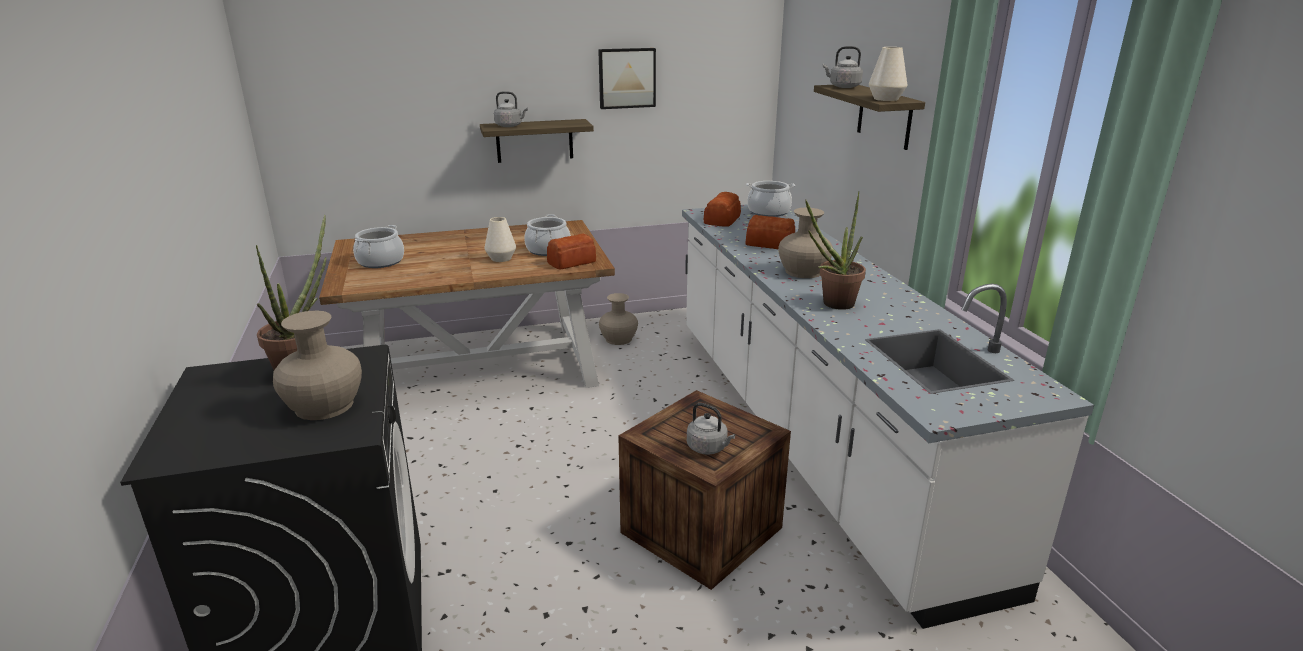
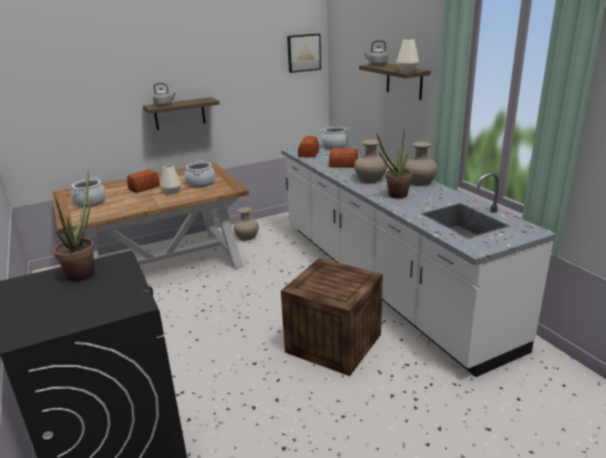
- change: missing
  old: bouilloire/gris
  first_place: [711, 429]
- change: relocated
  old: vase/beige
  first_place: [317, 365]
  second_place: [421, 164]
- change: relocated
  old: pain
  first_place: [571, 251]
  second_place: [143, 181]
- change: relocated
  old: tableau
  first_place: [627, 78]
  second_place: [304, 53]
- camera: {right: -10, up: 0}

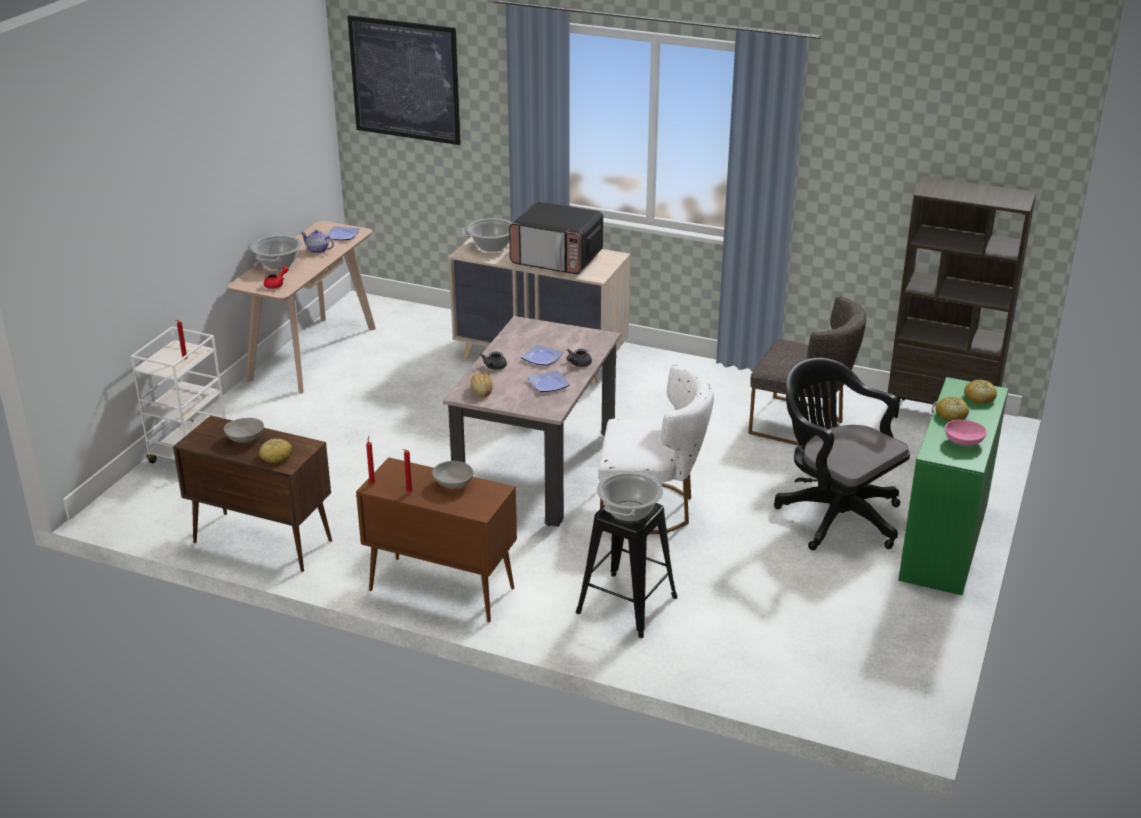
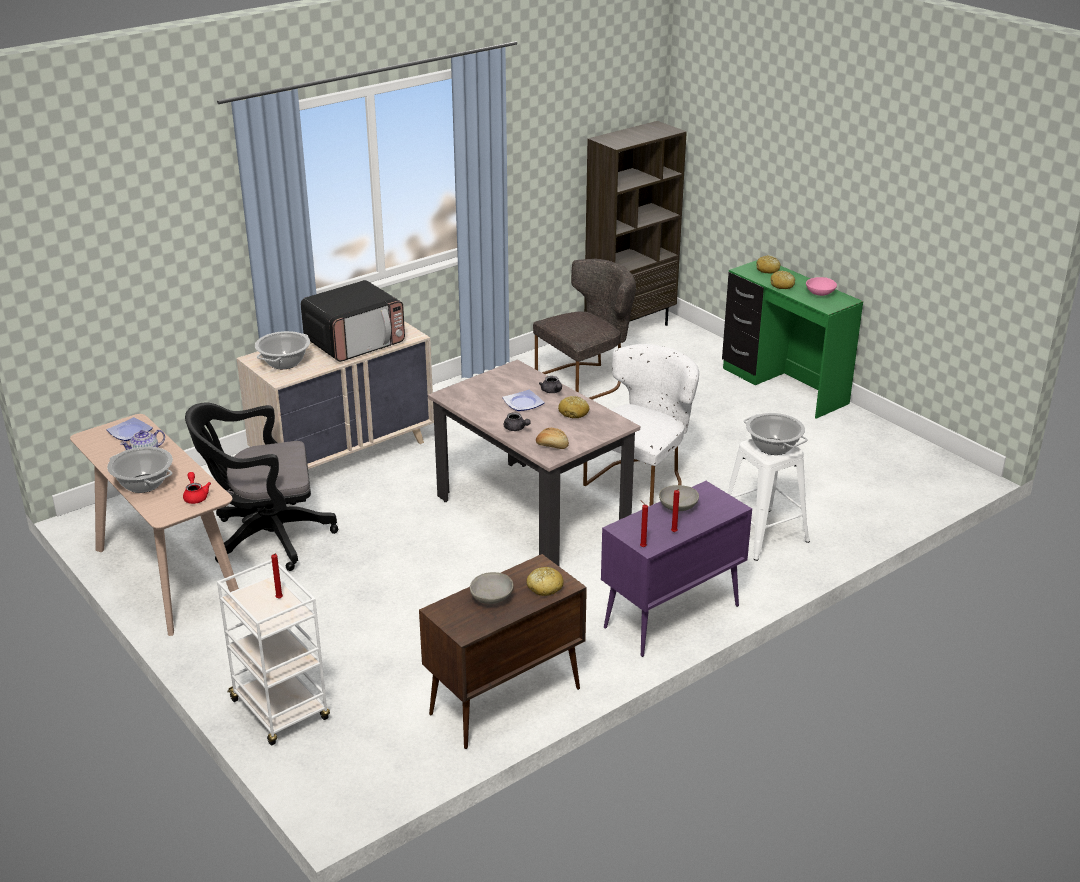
- change: missing
  old: tableau
  first_place: [404, 80]
- change: relocated
  old: chaise de bureau/noir
  first_place: [842, 454]
  second_place: [261, 486]
- change: exchanged
  old: assiette
  new: pain
  first_place: [549, 381]
  second_place: [573, 407]
- change: colour
  old: meuble de rangement/marron
  new: meuble de rangement/violet
  first_place: [436, 540]
  second_place: [676, 569]
- change: colour
  old: tabouret/noir
  new: tabouret/blanc
  first_place: [627, 570]
  second_place: [768, 500]
- camera: {right: -60, up: 0}

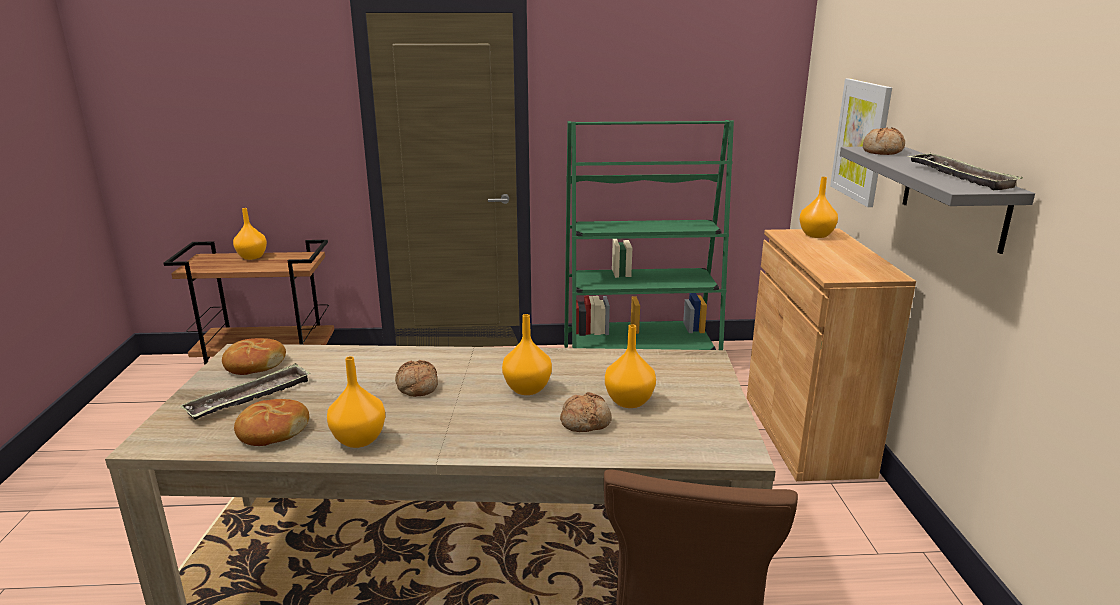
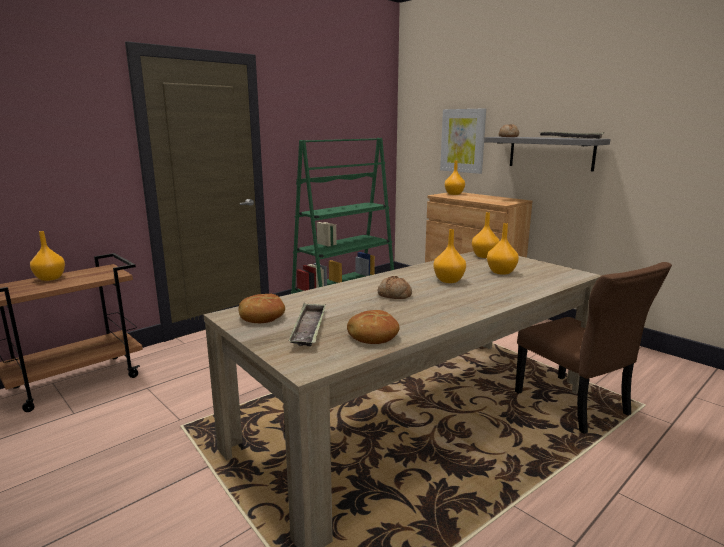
- change: missing
  old: pain
  first_place: [586, 412]
- change: relocated
  old: vase/orange
  first_place: [356, 402]
  second_place: [486, 235]
- camera: {right: -40, up: -5}

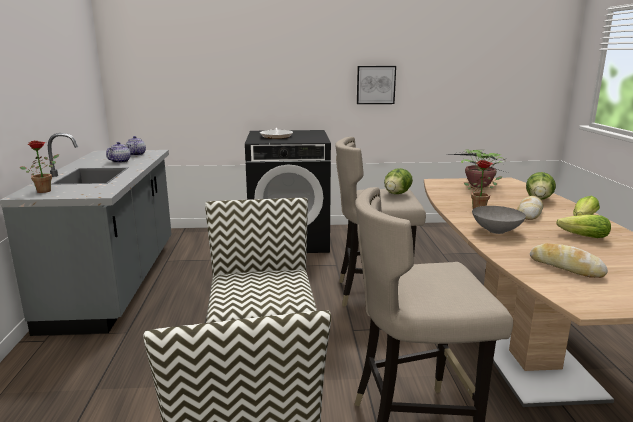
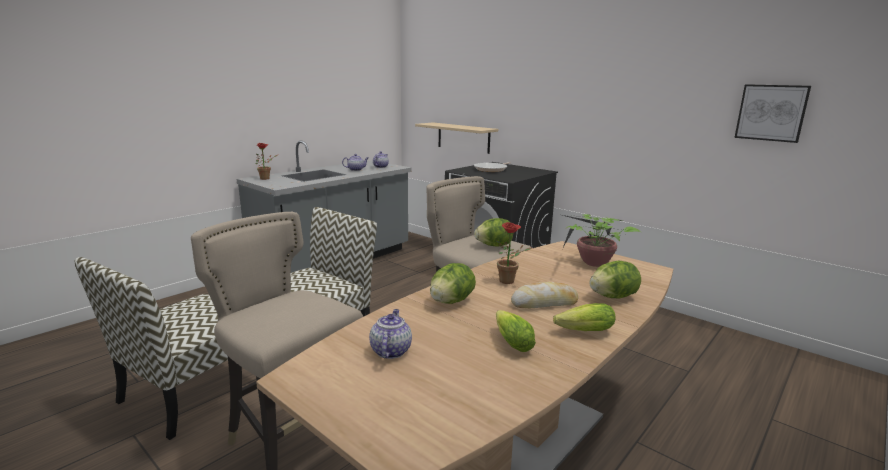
- change: appeared
  new: étagère/beige
  second_place: [456, 138]
- change: relocated
  old: tableau
  first_place: [376, 85]
  second_place: [772, 113]
- change: exchanged
  old: bol/gris
  new: laitue
  first_place: [499, 220]
  second_place: [453, 283]
- change: exchanged
  old: pain
  new: théière
  first_place: [569, 260]
  second_place: [390, 334]
- camera: {right: 45, up: 0}

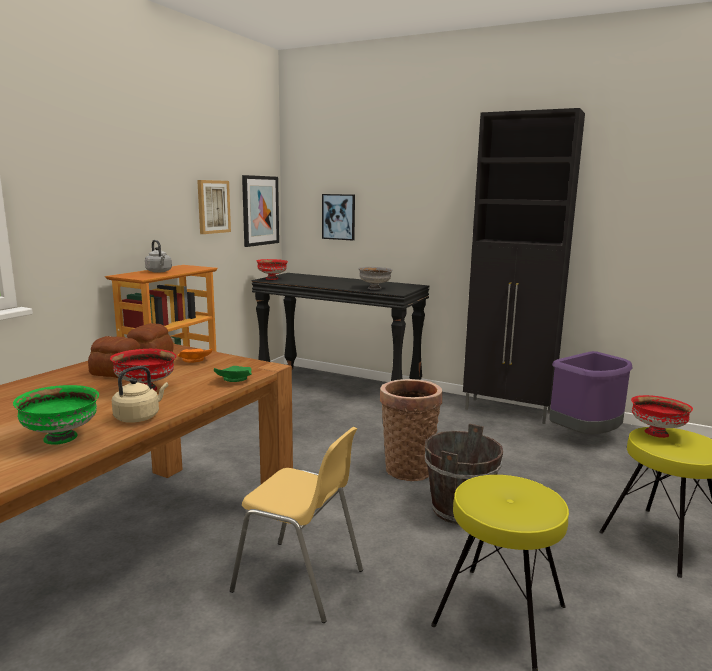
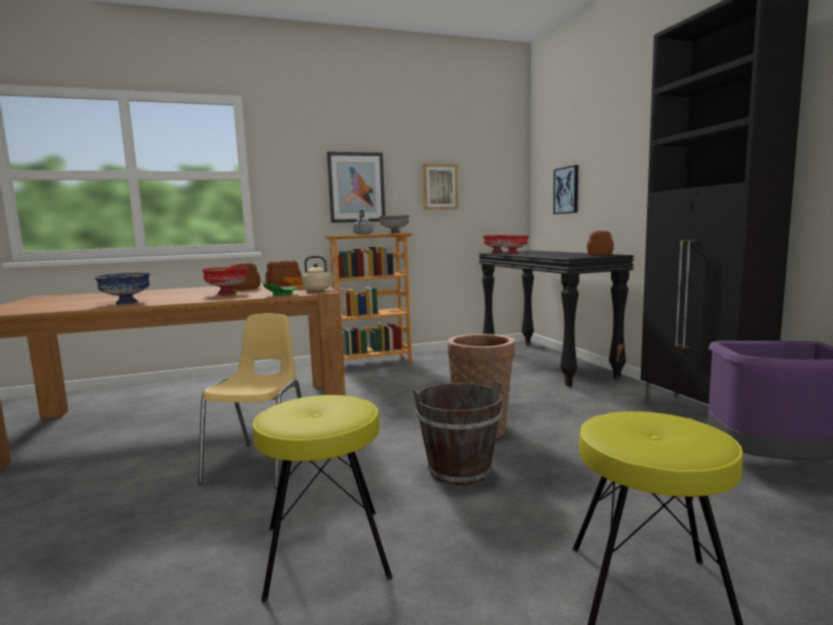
- change: appeared
  new: pain
  second_place: [600, 243]
- change: relocated
  old: bouilloire/beige
  first_place: [140, 394]
  second_place: [320, 273]
- change: relocated
  old: tableau
  first_place: [260, 211]
  second_place: [356, 187]
- change: relocated
  old: bol/gris
  first_place: [375, 278]
  second_place: [394, 224]
- change: relocated
  old: bol/rouge
  first_place: [662, 416]
  second_place: [513, 244]
- change: colour
  old: bol/vert
  new: bol/bleu
  first_place: [56, 415]
  second_place: [122, 288]
- change: spun
  old: chaise/jaune
  first_place: [296, 525]
  second_place: [250, 401]
  degrees: -150
- camera: {right: 45, up: -5}

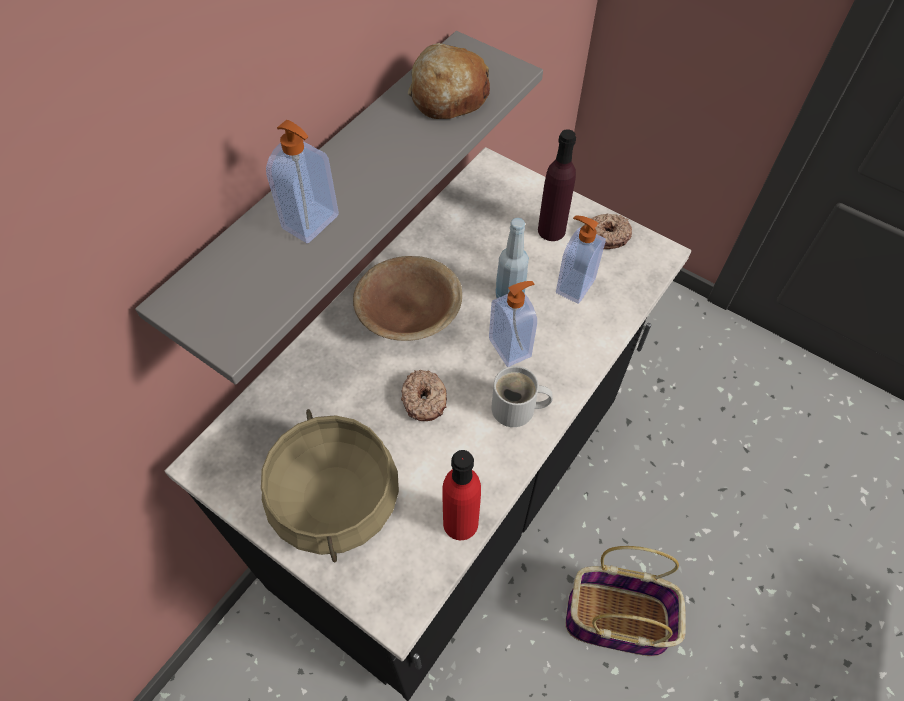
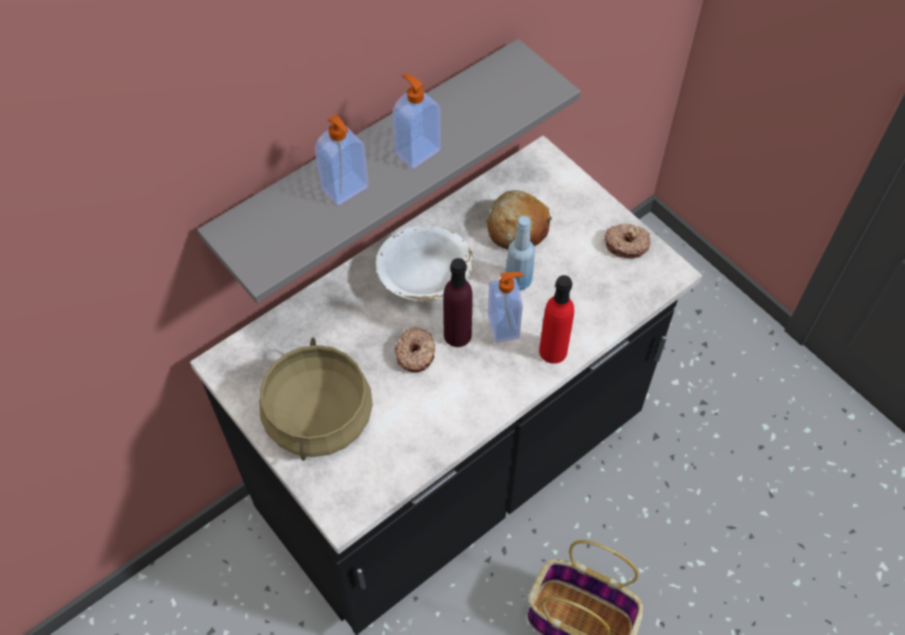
- change: missing
  old: mug/blanc
  first_place: [522, 396]
- change: relocated
  old: pain
  first_place: [449, 81]
  second_place: [519, 220]
- change: relocated
  old: bouteille/rouge
  first_place: [461, 495]
  second_place: [556, 319]
- change: relocated
  old: bouteille/violet
  first_place: [557, 185]
  second_place: [458, 302]
- change: relocated
  old: distributeur de savon
  first_place: [581, 260]
  second_place: [416, 121]
- change: colour
  old: bol/marron
  new: bol/blanc
  first_place: [407, 298]
  second_place: [425, 263]
- camera: {right: 15, up: 0}

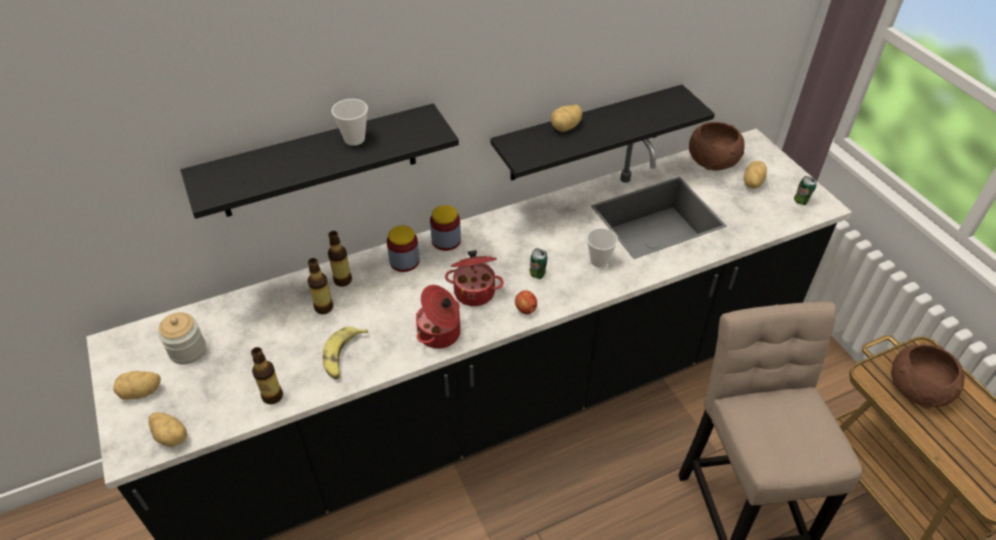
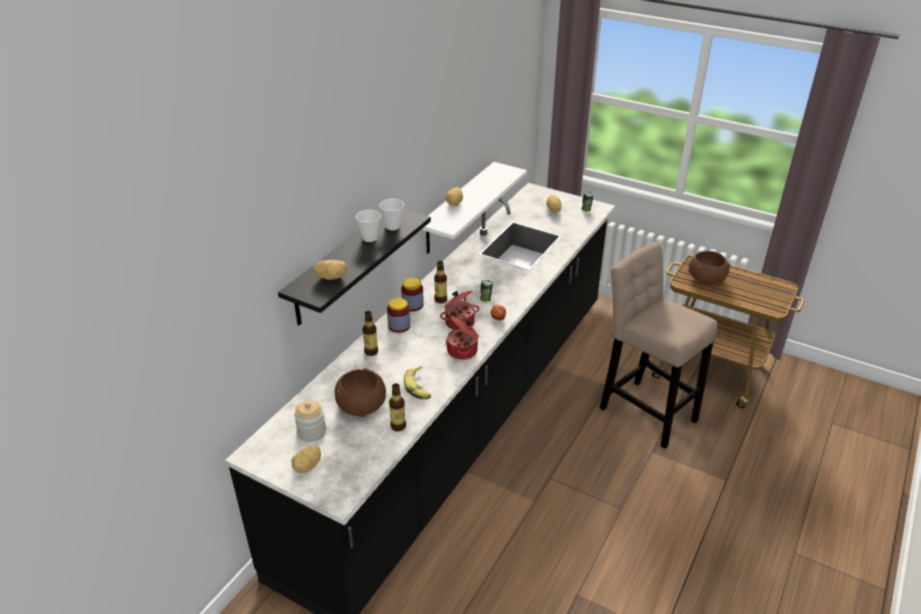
- change: relocated
  old: pomme de terre
  first_place: [167, 429]
  second_place: [330, 270]
- change: relocated
  old: bouteille
  first_place: [320, 286]
  second_place: [440, 282]
- change: relocated
  old: tasse
  first_place: [602, 248]
  second_place: [391, 214]
- change: relocated
  old: bol/marron
  first_place: [717, 146]
  second_place: [360, 392]
- change: colour
  old: étagère/noir
  new: étagère/blanc
  first_place: [602, 133]
  second_place: [474, 208]
- camera: {right: -35, up: -10}

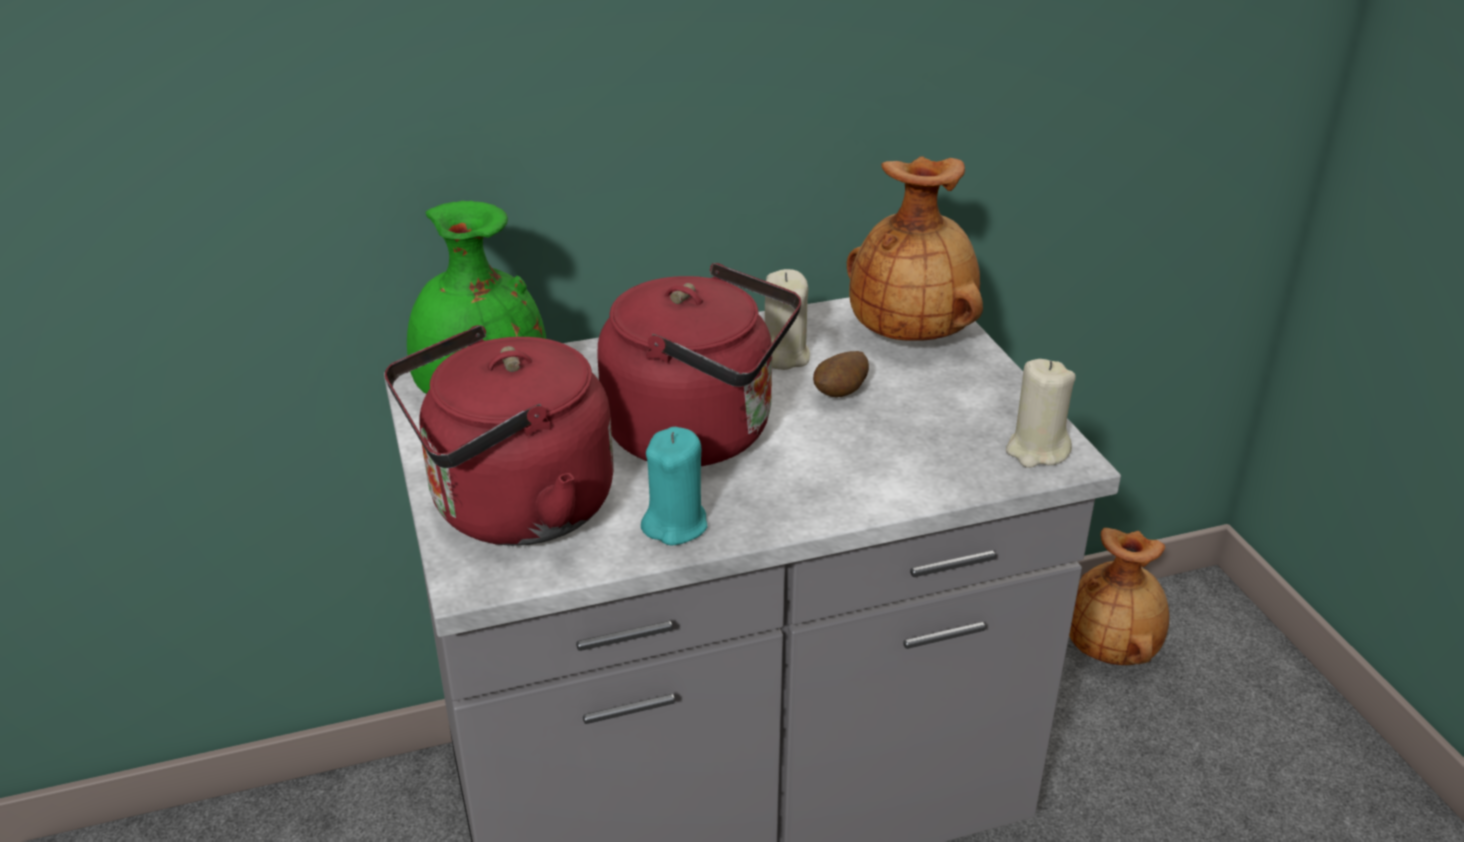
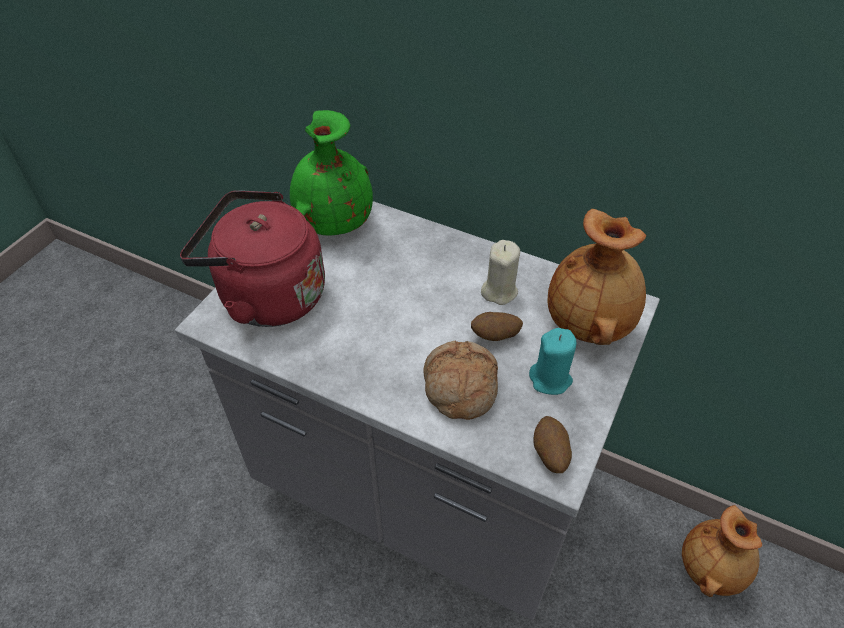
- change: missing
  old: bouilloire/rouge
  first_place: [699, 364]
- change: appeared
  new: pain
  second_place: [461, 380]
- change: relocated
  old: bougie/turquoise
  first_place: [674, 486]
  second_place: [552, 361]
- change: exchanged
  old: bougie/beige
  new: pomme de terre
  first_place: [1041, 413]
  second_place: [552, 444]
- camera: {right: 45, up: 15}

